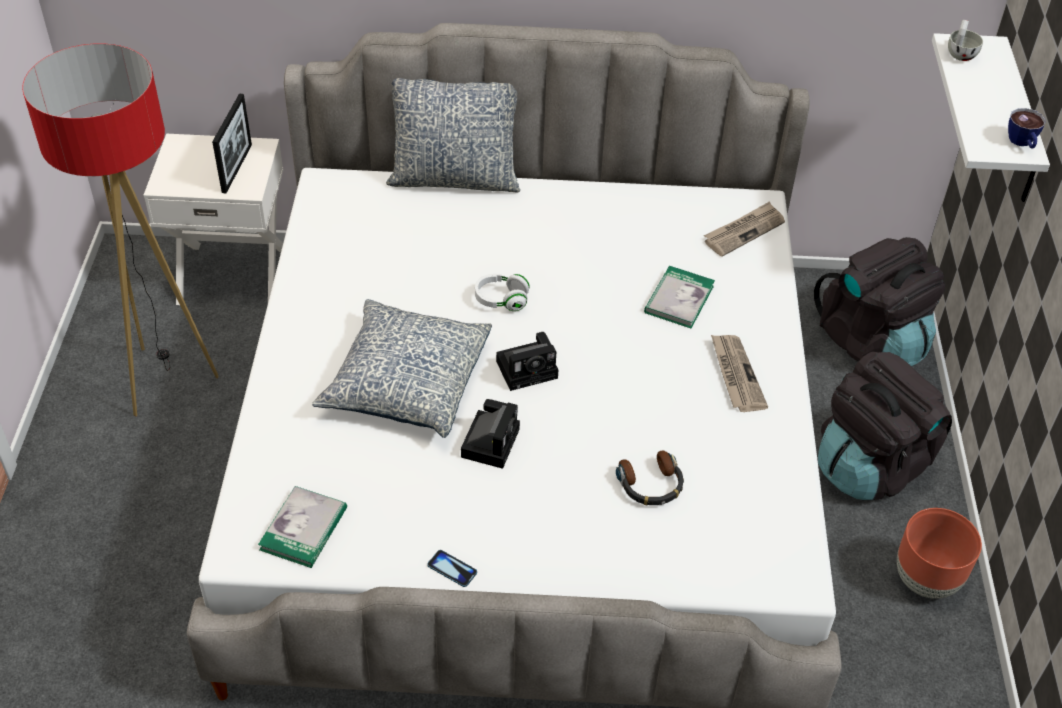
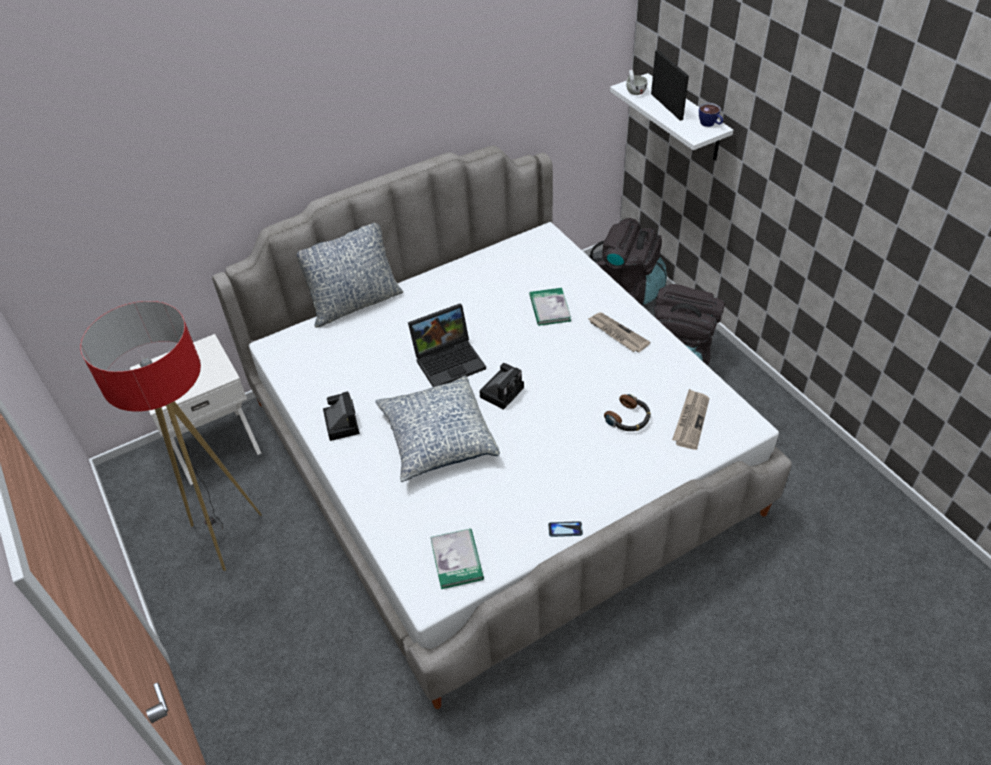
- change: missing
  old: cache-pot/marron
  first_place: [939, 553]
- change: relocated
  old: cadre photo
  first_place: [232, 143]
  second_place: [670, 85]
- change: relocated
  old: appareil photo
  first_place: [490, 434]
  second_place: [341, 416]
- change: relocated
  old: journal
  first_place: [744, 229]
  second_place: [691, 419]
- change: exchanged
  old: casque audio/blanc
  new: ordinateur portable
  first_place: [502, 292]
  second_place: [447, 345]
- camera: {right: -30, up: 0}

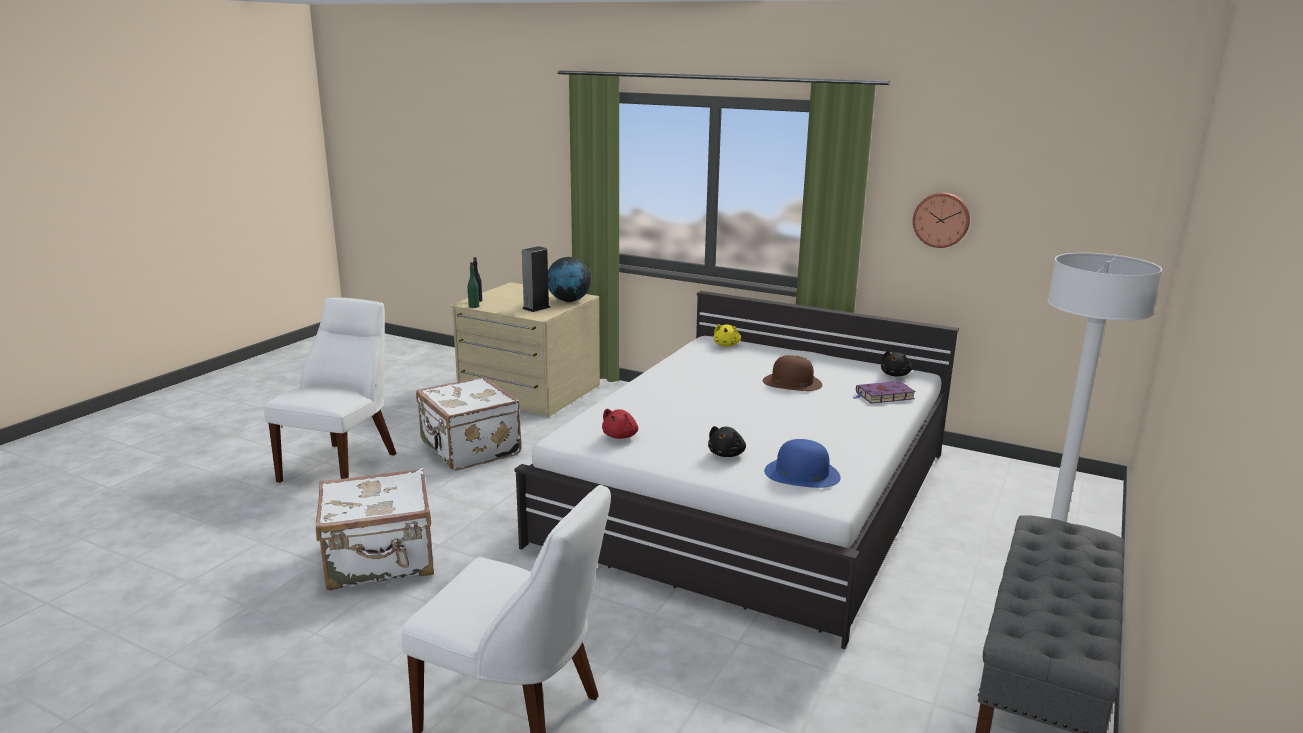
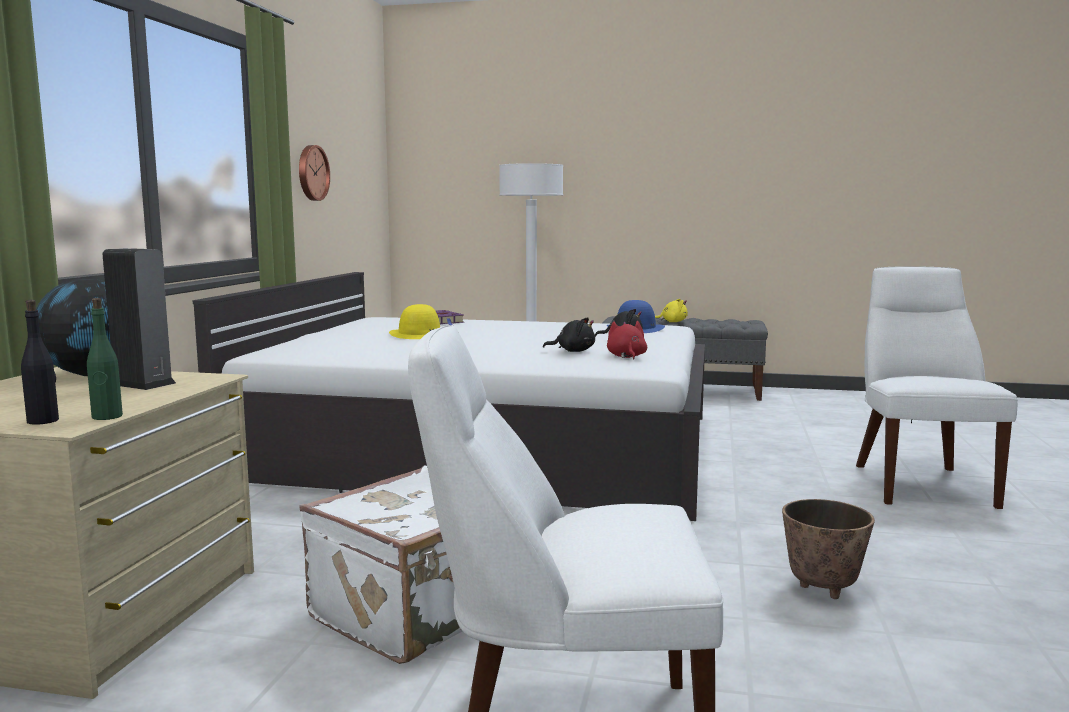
- change: relocated
  old: peluche/jaune
  first_place: [727, 335]
  second_place: [671, 310]
- change: relocated
  old: peluche/noir
  first_place: [896, 363]
  second_place: [569, 334]
- change: exchanged
  old: valise/blanc
  new: cache-pot
  first_place: [375, 529]
  second_place: [828, 549]
- change: colour
  old: chapeau/marron
  new: chapeau/jaune
  first_place: [792, 373]
  second_place: [414, 321]
- change: spun
  old: peluche/rouge
  first_place: [620, 424]
  second_place: [627, 340]
  degrees: -105
- camera: {right: -105, up: -10}

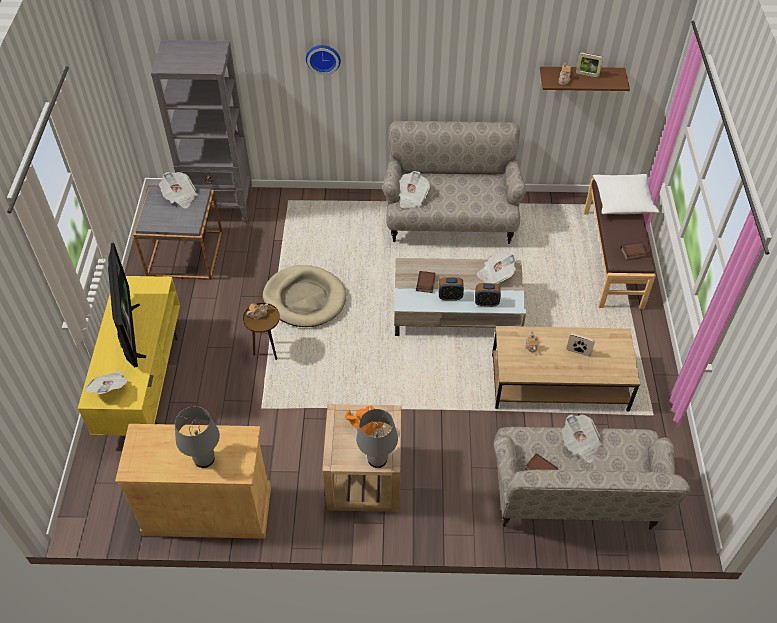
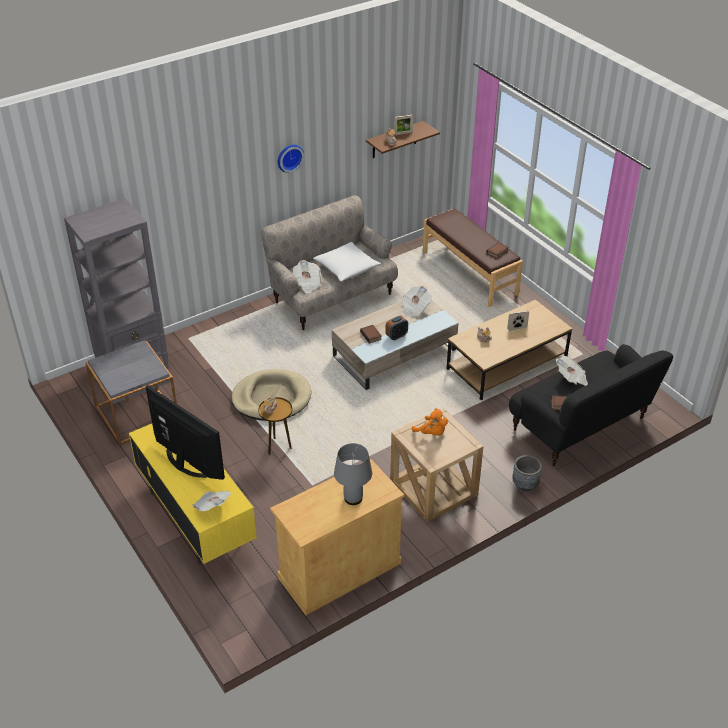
- change: missing
  old: journal
  first_place: [178, 190]
- change: missing
  old: lampe de table/gris
  first_place: [377, 438]
- change: missing
  old: réveil
  first_place: [488, 295]
- change: appeared
  new: cache-pot/gris
  second_place: [527, 473]
- change: relocated
  old: horloge murale
  first_place: [323, 60]
  second_place: [291, 159]
- change: relocated
  old: coussin/blanc
  first_place: [626, 194]
  second_place: [347, 262]
- change: colour
  old: canapé/beige
  new: canapé/noir
  first_place: [592, 478]
  second_place: [591, 405]
- camera: {right: -35, up: -10}

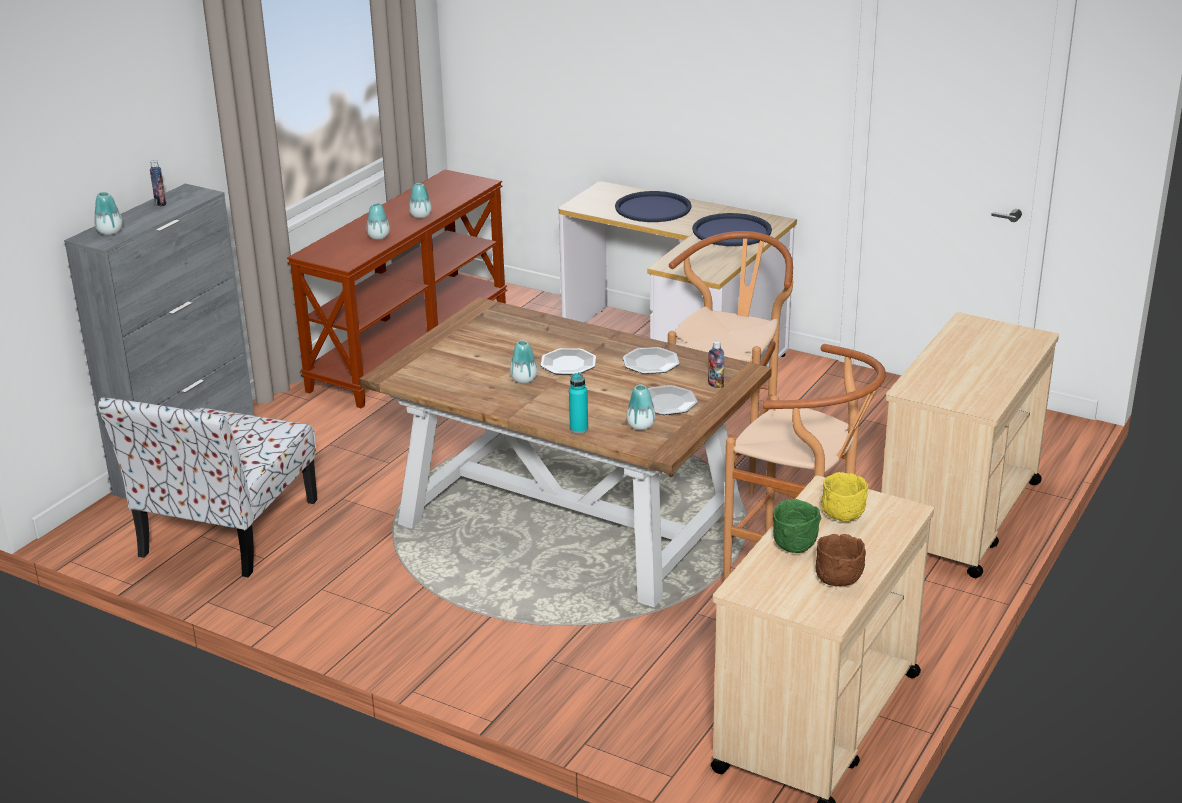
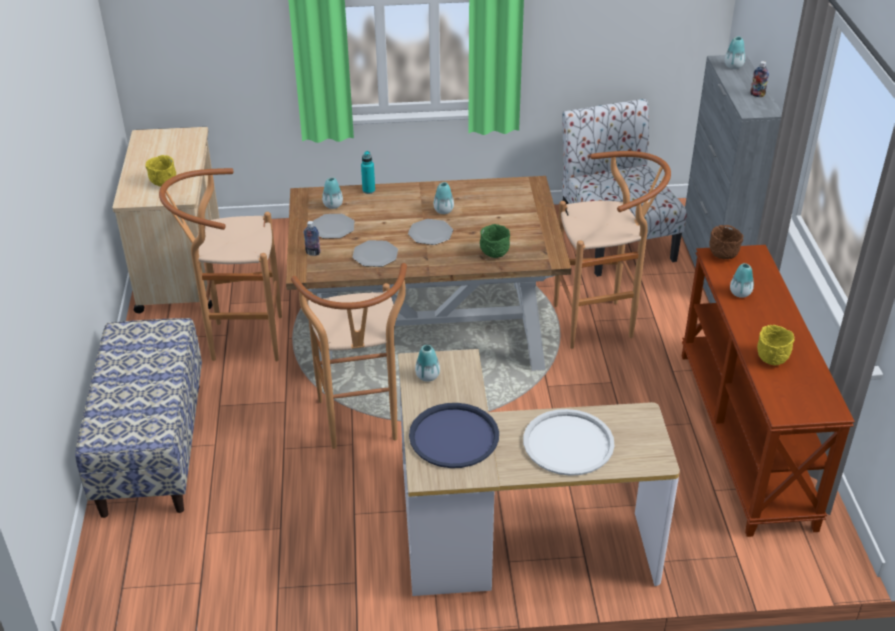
- change: appeared
  new: tabouret/marron
  second_place: [612, 250]
- change: appeared
  new: bol/jaune
  second_place: [776, 345]
- change: relocated
  old: vase
  first_place: [420, 200]
  second_place: [427, 363]
- change: relocated
  old: bol/vert
  first_place: [797, 526]
  second_place: [495, 241]
- change: relocated
  old: bol/marron
  first_place: [840, 560]
  second_place: [726, 242]
- change: exchanged
  old: chariot/beige
  new: banc
  first_place: [970, 445]
  second_place: [138, 418]
- change: colour
  old: plateau/bleu
  new: plateau/blanc
  first_place: [653, 206]
  second_place: [568, 442]
- camera: {right: 145, up: 10}

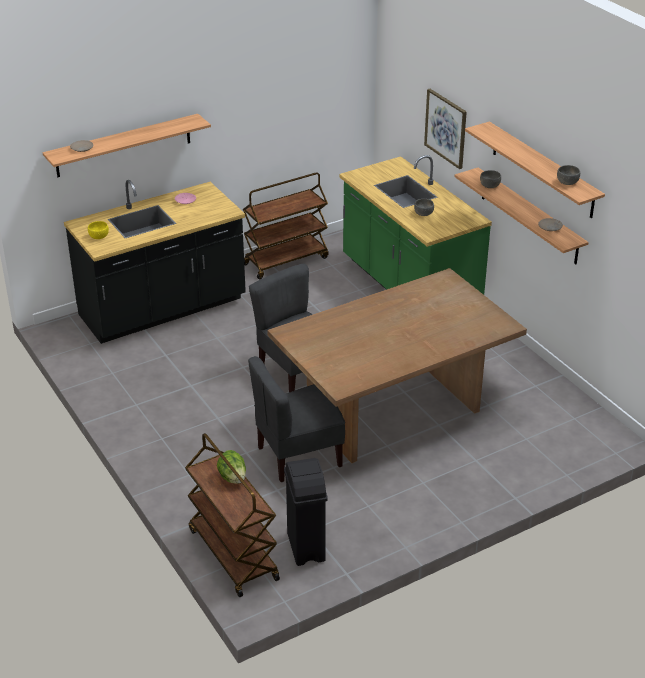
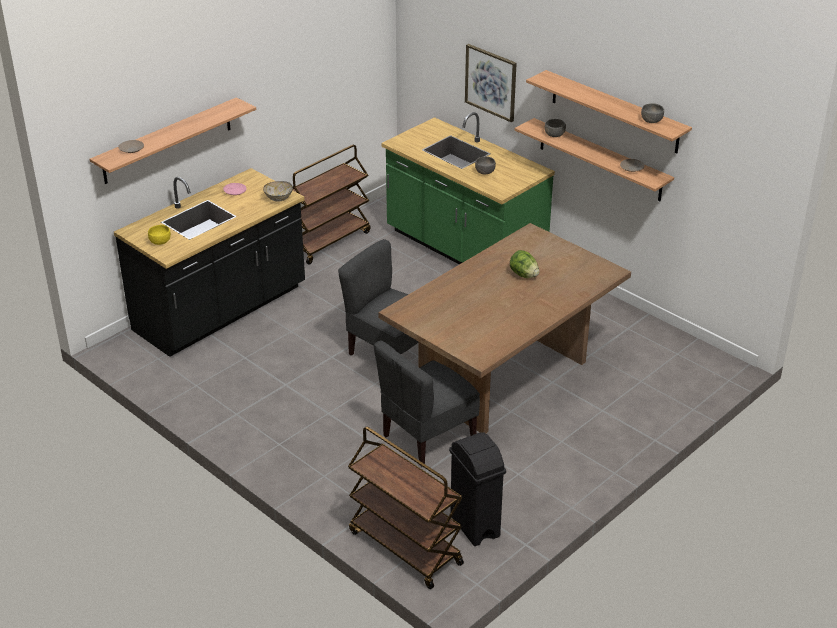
- change: appeared
  new: bol
  second_place: [278, 191]
- change: relocated
  old: laitue
  first_place: [231, 467]
  second_place: [524, 264]
- camera: {right: -15, up: 0}

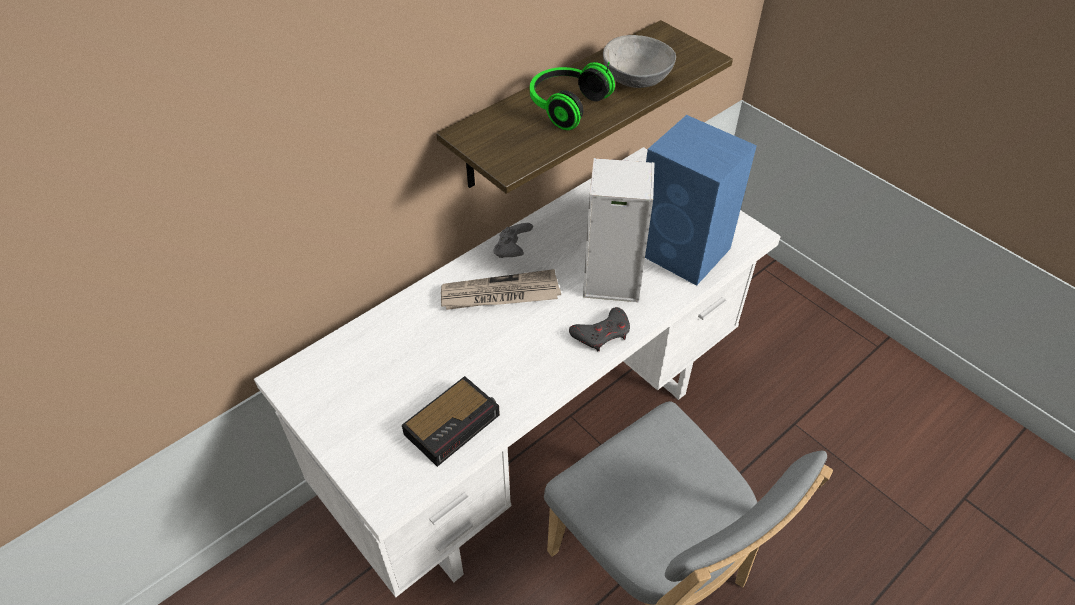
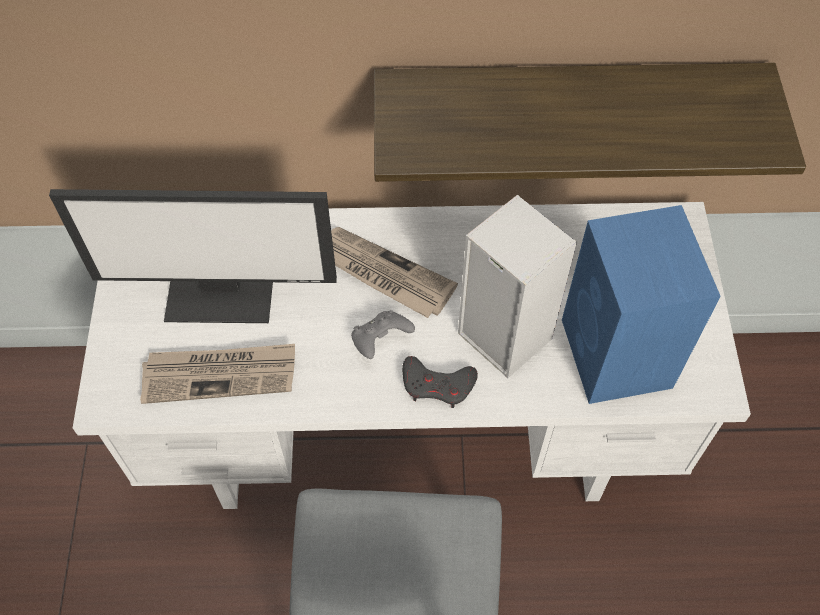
- change: missing
  old: casque audio
  first_place: [572, 96]
- change: missing
  old: bol/gris
  first_place: [639, 61]
- change: appeared
  new: écran d'ordinateur
  second_place: [193, 256]
- change: relocated
  old: manette/gris
  first_place: [513, 240]
  second_place: [383, 334]
- change: exchanged
  old: réveil
  new: journal
  first_place: [451, 421]
  second_place: [217, 374]
- camera: {right: 40, up: 10}

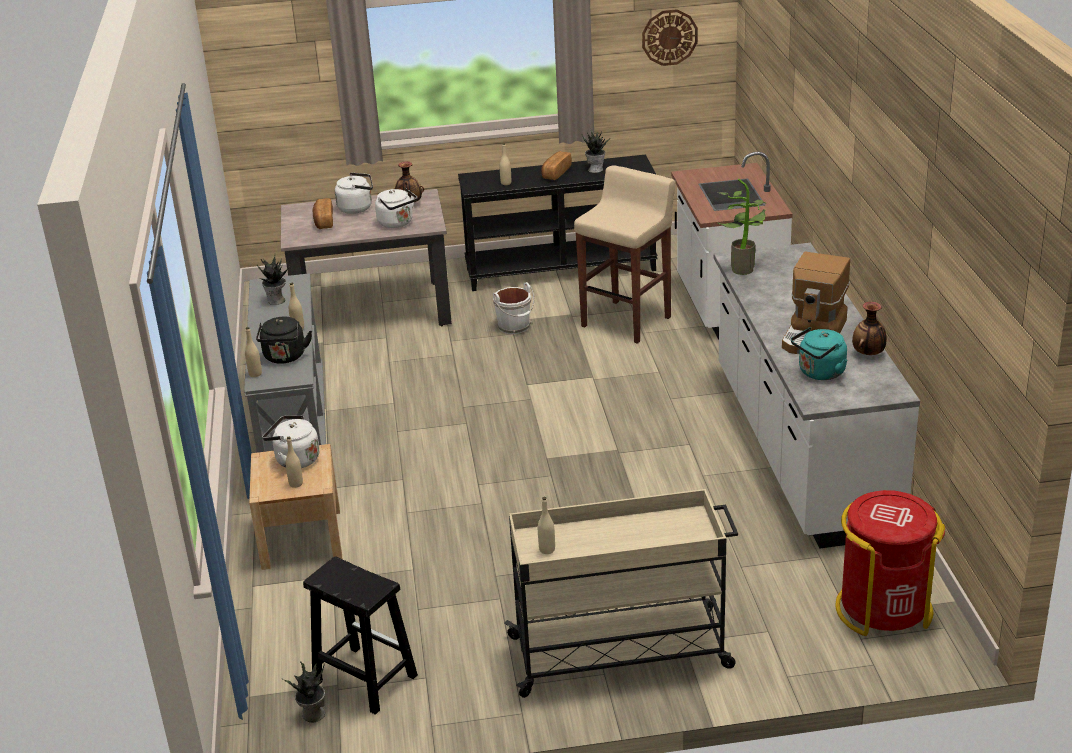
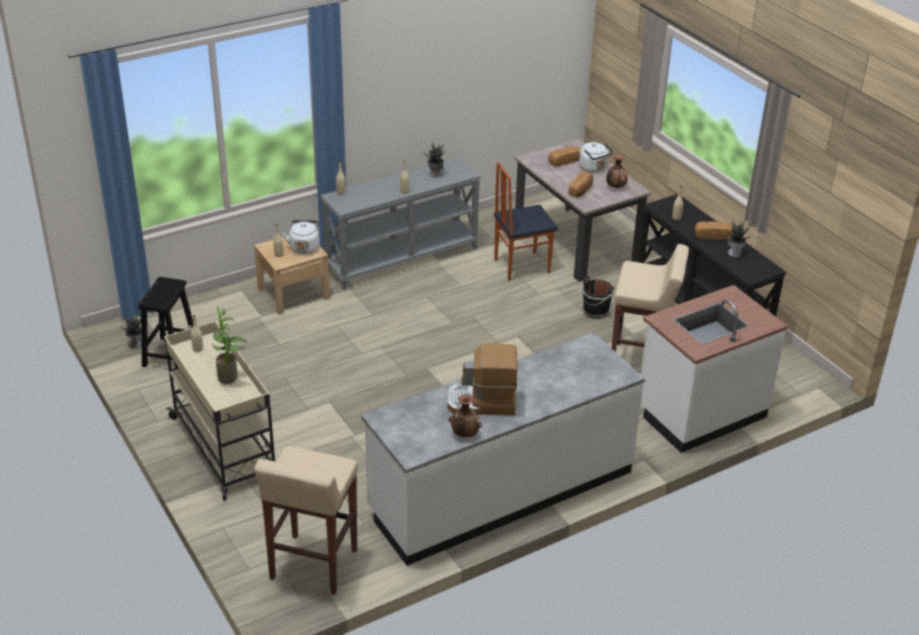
- change: missing
  old: bouilloire/noir
  first_place: [284, 340]
- change: missing
  old: horloge murale
  first_place: [670, 37]
- change: missing
  old: bouilloire/turquoise
  first_place: [819, 353]
- change: appeared
  new: chaise
  second_place: [526, 221]
- change: relocated
  old: plante en pot
  first_place: [742, 227]
  second_place: [229, 345]
- change: exchanged
  old: bouilloire/blanc
  new: pain
  first_place: [396, 208]
  second_place: [581, 184]
- change: exchanged
  old: poubelle/rouge
  new: tabouret/beige
  first_place: [890, 563]
  second_place: [306, 520]
- change: colour
  old: seau/blanc
  new: seau/noir
  first_place: [513, 308]
  second_place: [597, 297]
- camera: {right: 65, up: 5}

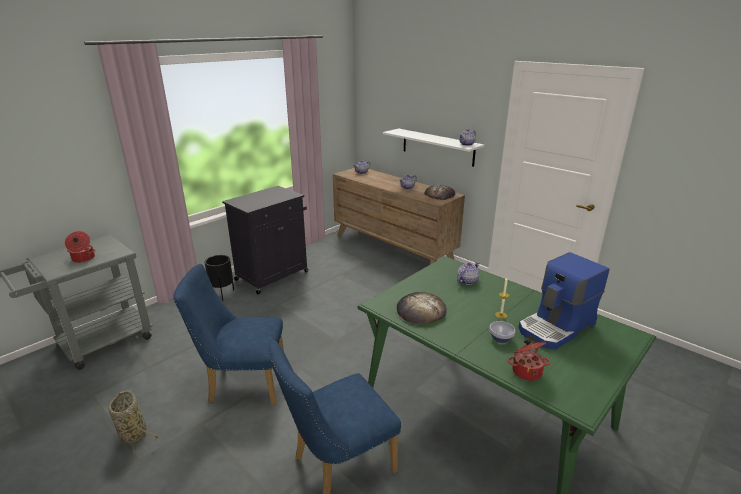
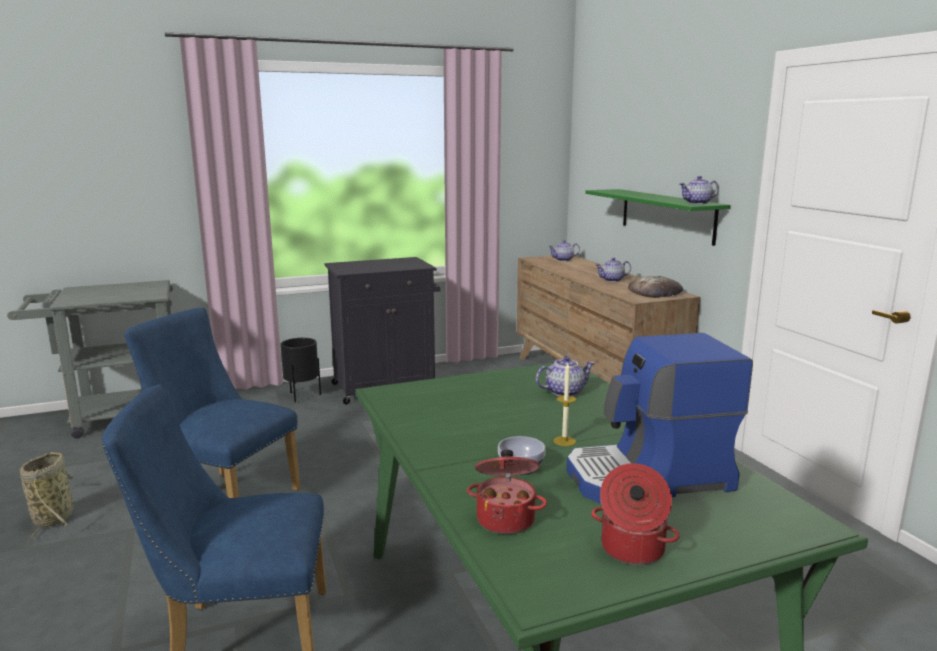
- change: missing
  old: pain
  first_place: [422, 308]
- change: relocated
  old: marmite
  first_place: [80, 247]
  second_place: [635, 514]
- change: colour
  old: étagère/blanc
  new: étagère/vert
  first_place: [433, 148]
  second_place: [657, 217]
- camera: {right: 25, up: -10}

